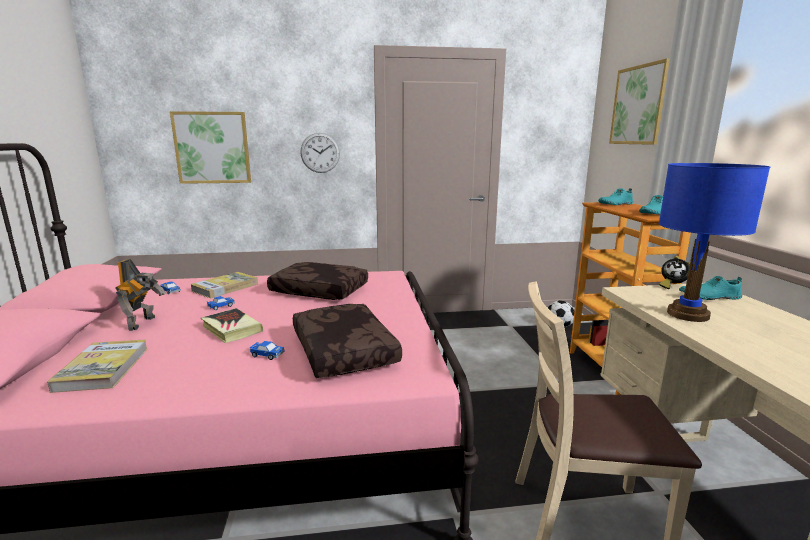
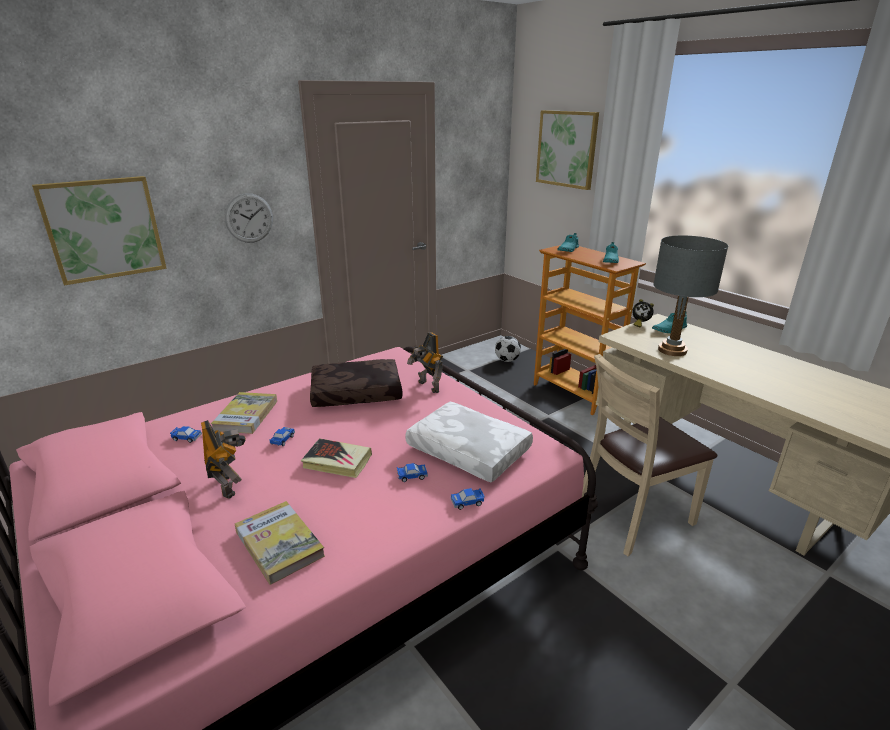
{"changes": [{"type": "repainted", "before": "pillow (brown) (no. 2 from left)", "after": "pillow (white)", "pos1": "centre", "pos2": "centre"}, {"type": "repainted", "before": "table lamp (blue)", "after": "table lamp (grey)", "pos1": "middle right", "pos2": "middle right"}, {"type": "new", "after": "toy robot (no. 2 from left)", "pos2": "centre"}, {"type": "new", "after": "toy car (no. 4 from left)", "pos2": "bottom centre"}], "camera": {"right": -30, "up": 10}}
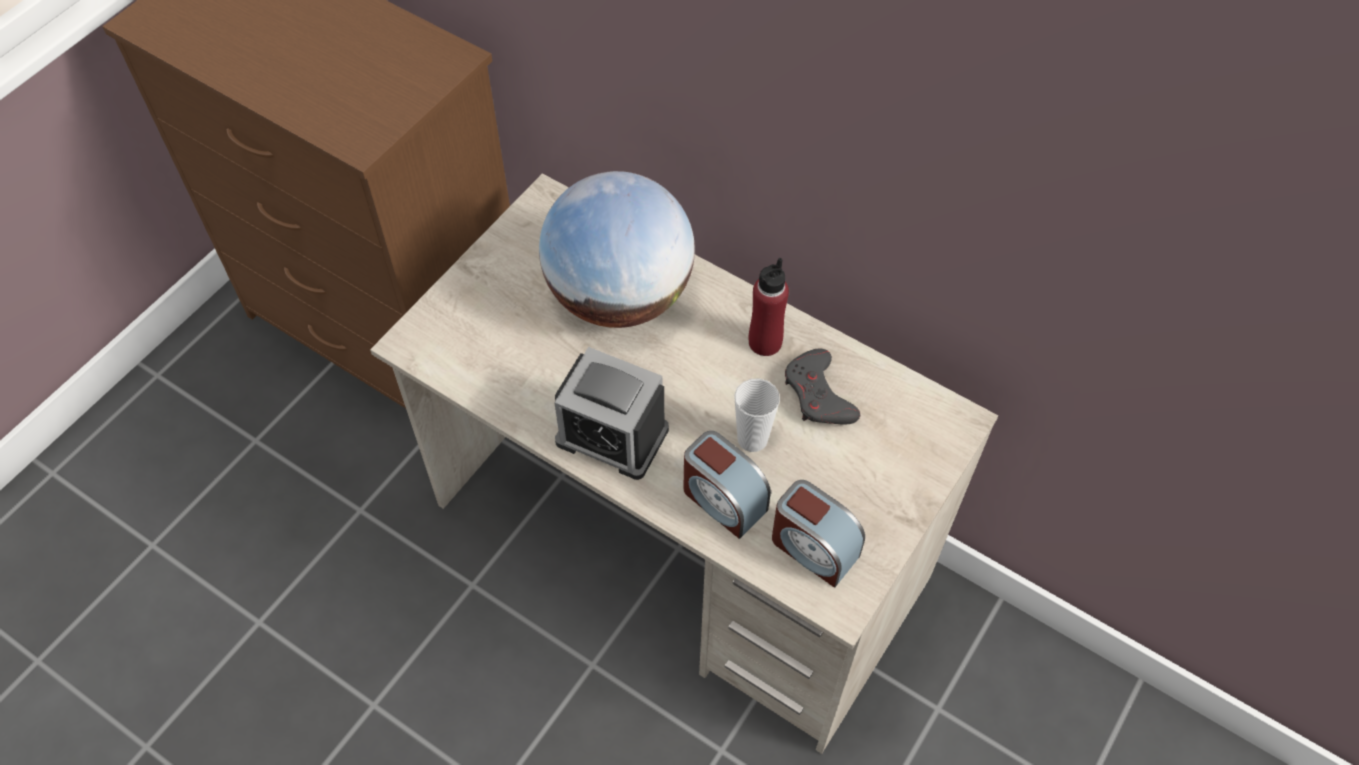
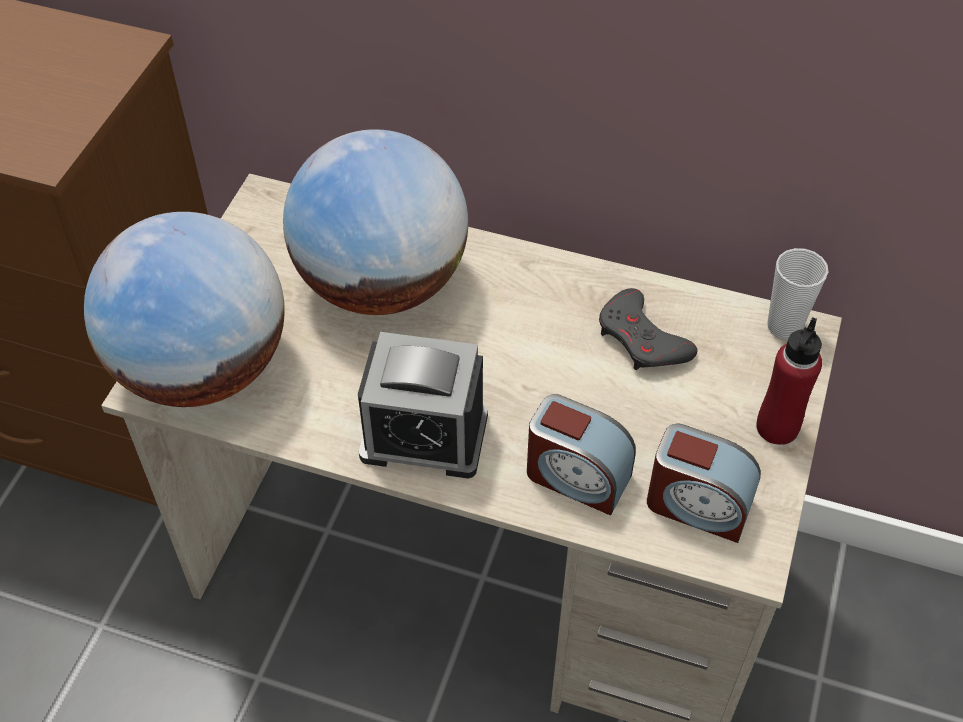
{"changes": [{"type": "shifted", "before": "cup", "pos1": "centre", "pos2": "middle right"}, {"type": "shifted", "before": "bottle (red)", "pos1": "centre", "pos2": "middle right"}, {"type": "new", "after": "globe (no. 1 from left)", "pos2": "middle left"}], "camera": {"right": -15, "up": -5}}
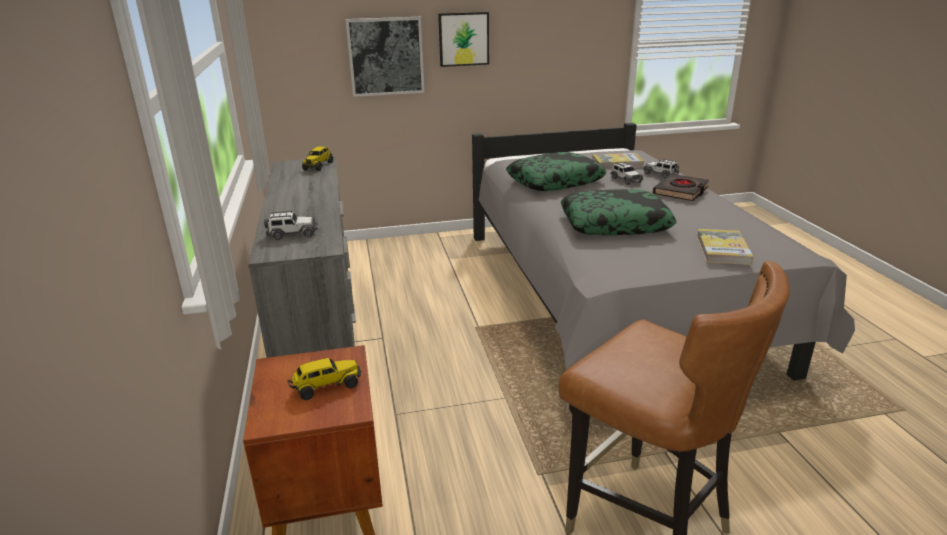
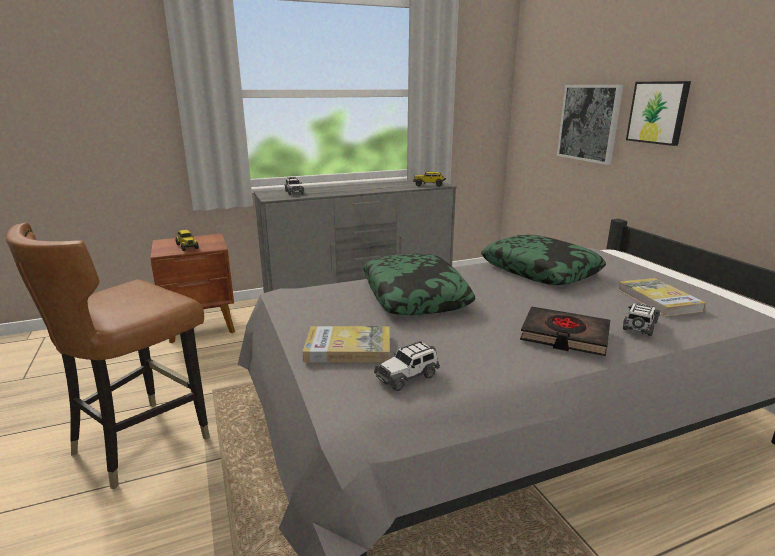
{"changes": [{"type": "shifted", "before": "toy car (no. 2 from left)", "pos1": "top centre", "pos2": "centre"}], "camera": {"right": 80, "up": -5}}
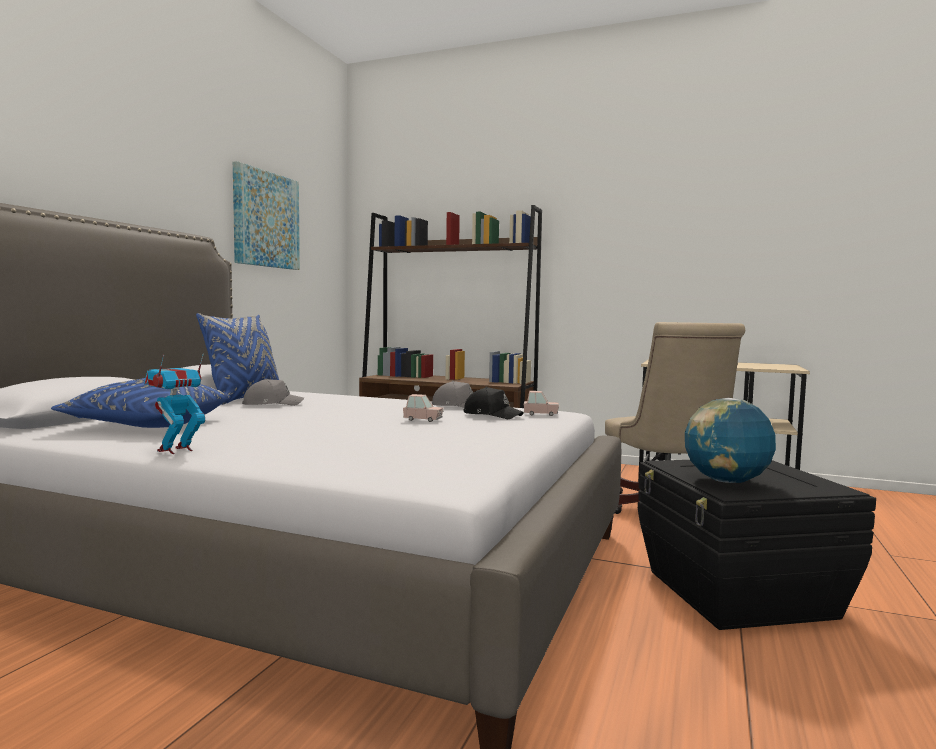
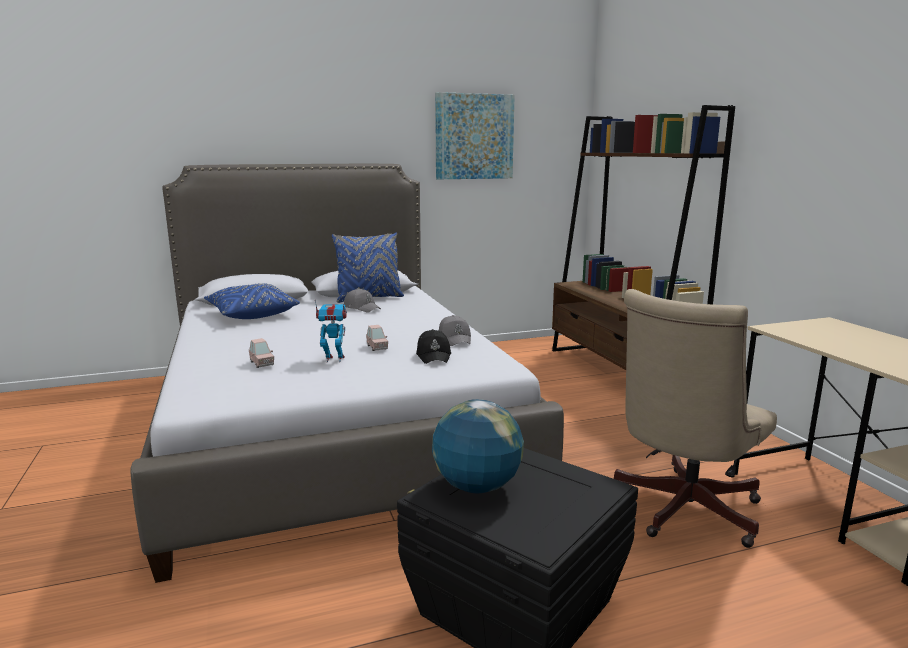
{"changes": [{"type": "shifted", "before": "toy robot", "pos1": "middle left", "pos2": "centre"}, {"type": "shifted", "before": "toy car (pink) (no. 2 from left in the first image)", "after": "toy car (pink) (no. 1 from left)", "pos1": "centre", "pos2": "middle left"}], "camera": {"right": 50, "up": 10}}
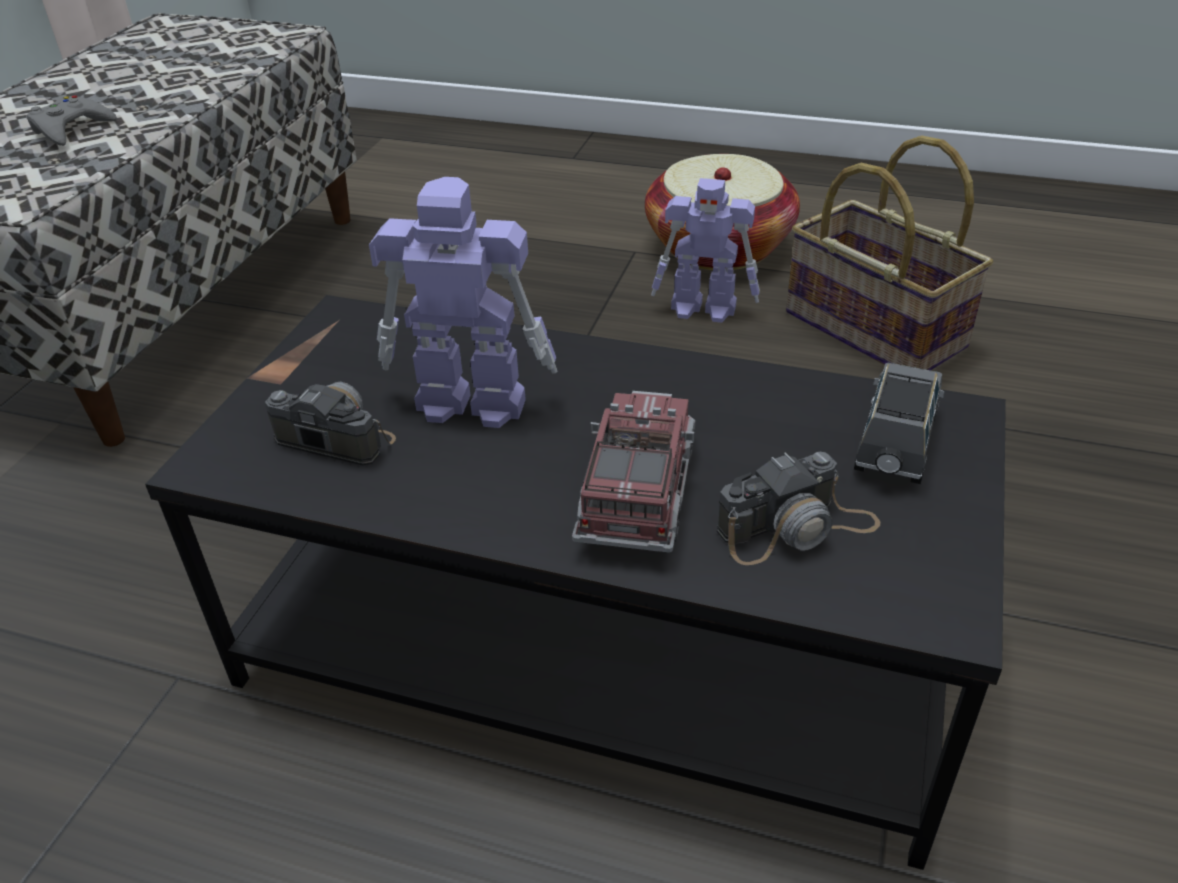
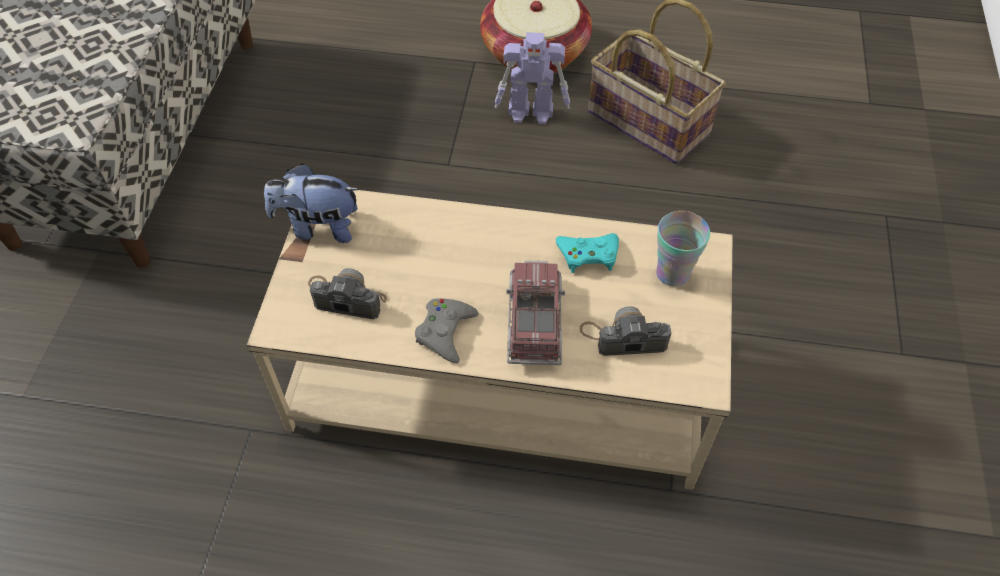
{"changes": [{"type": "shifted", "before": "game controller (grey)", "pos1": "top left", "pos2": "centre"}, {"type": "repainted", "before": "coffee table (black)", "after": "coffee table (beige)", "pos1": "centre", "pos2": "centre"}, {"type": "gone", "before": "toy robot (no. 1 from left)", "pos1": "centre"}, {"type": "rotated", "before": "photo camera (no. 2 from left)", "pos1": "middle right", "pos2": "centre", "turn": -150}, {"type": "swapped", "before": "toy car (grey)", "after": "cup", "pos1": "middle right", "pos2": "middle right"}, {"type": "new", "after": "plush toy", "pos2": "middle left"}, {"type": "new", "after": "game controller (turquoise)", "pos2": "centre"}], "camera": {"right": -10, "up": 15}}
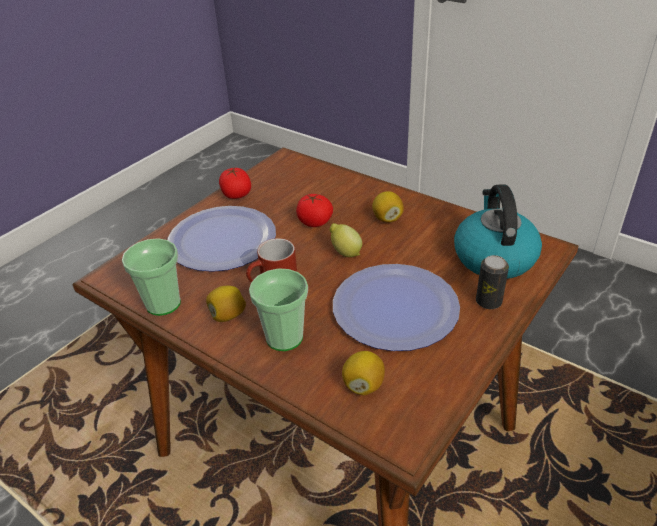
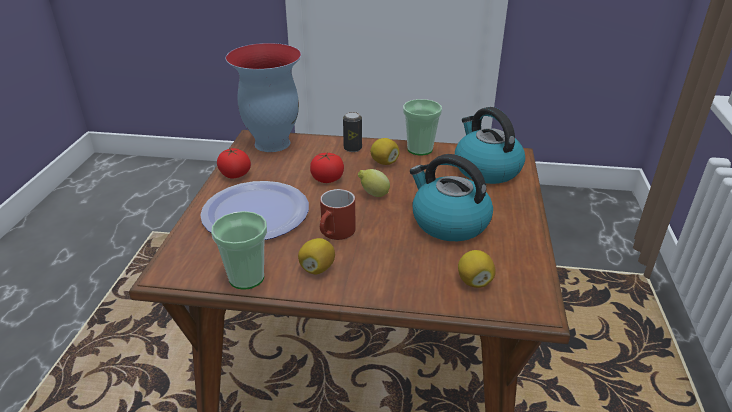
{"changes": [{"type": "shifted", "before": "cup (no. 2 from left)", "pos1": "centre", "pos2": "top centre"}, {"type": "swapped", "before": "plate (no. 2 from left)", "after": "kettle (no. 1 from left)", "pos1": "centre", "pos2": "centre"}, {"type": "shifted", "before": "can", "pos1": "middle right", "pos2": "top centre"}, {"type": "new", "after": "vase", "pos2": "top centre"}], "camera": {"right": -30, "up": -5}}
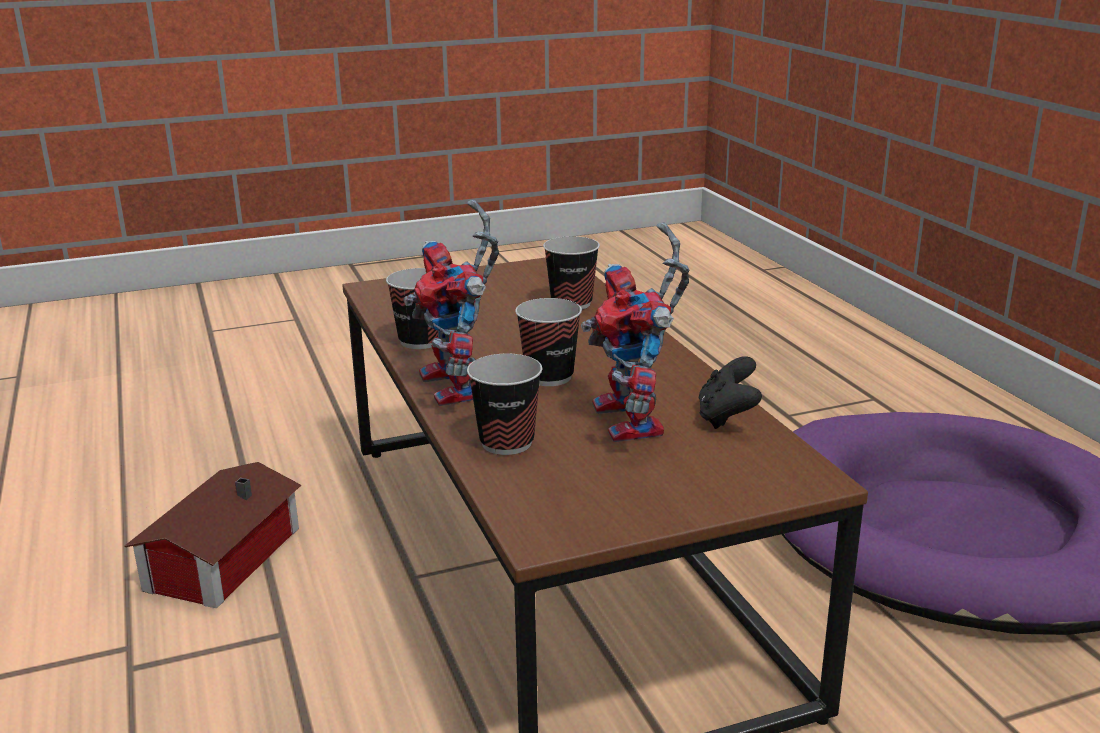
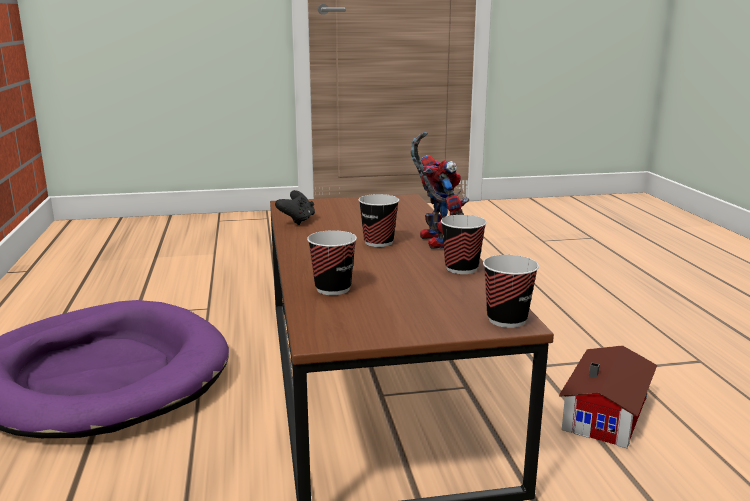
{"changes": [{"type": "shifted", "before": "cup (no. 2 from left in the first image)", "after": "cup (no. 4 from left)", "pos1": "centre", "pos2": "middle right"}, {"type": "gone", "before": "toy robot (no. 2 from left)", "pos1": "centre"}], "camera": {"right": -170, "up": -5}}
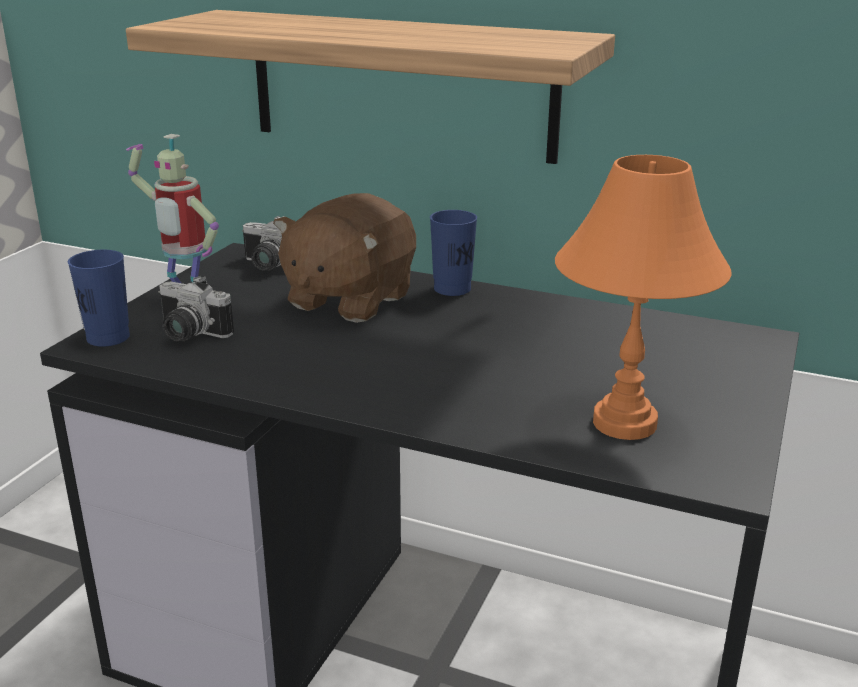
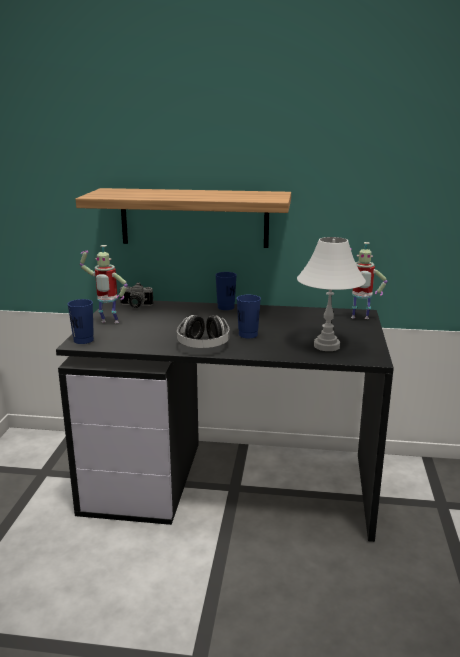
{"changes": [{"type": "gone", "before": "photo camera (no. 1 from left)", "pos1": "middle left"}, {"type": "gone", "before": "plush toy (brown)", "pos1": "centre"}, {"type": "repainted", "before": "table lamp (orange)", "after": "table lamp (white)", "pos1": "middle right", "pos2": "middle right"}, {"type": "new", "after": "headphones", "pos2": "centre"}, {"type": "new", "after": "cup (blue) (no. 3 from left)", "pos2": "centre"}, {"type": "new", "after": "toy robot (no. 2 from left)", "pos2": "middle right"}], "camera": {"right": -15, "up": -5}}
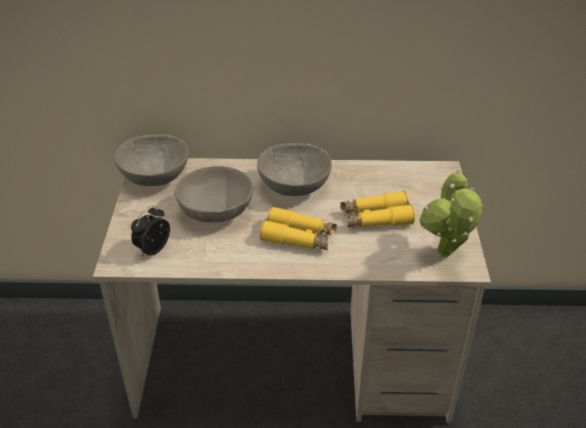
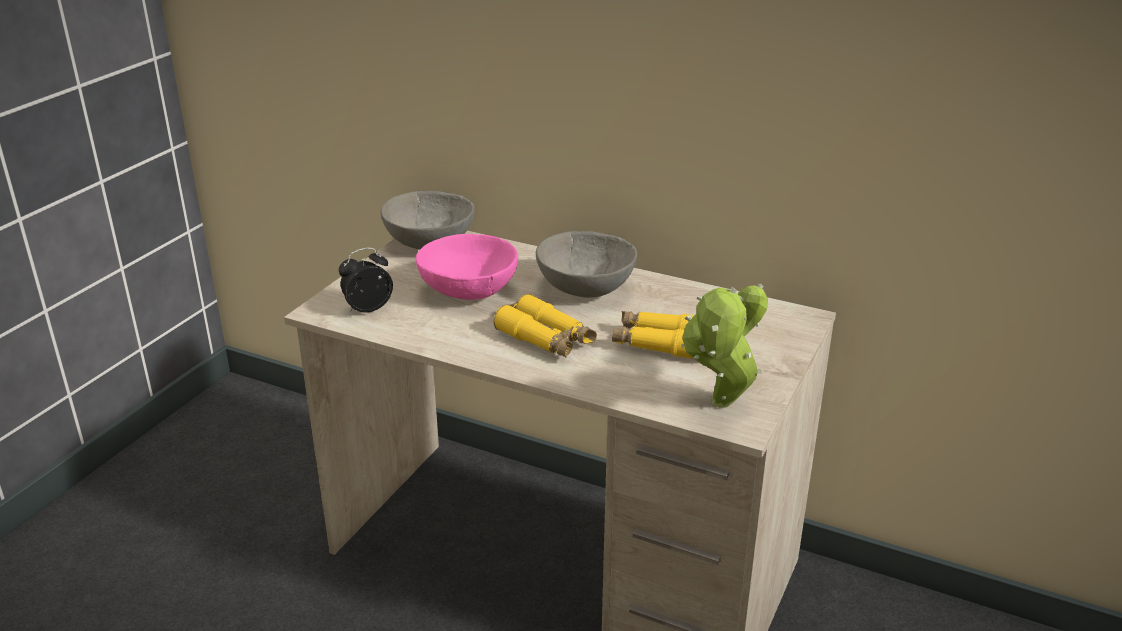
{"changes": [{"type": "repainted", "before": "bowl (grey) (no. 2 from left)", "after": "bowl (pink)", "pos1": "centre", "pos2": "centre"}], "camera": {"right": 25, "up": -10}}
